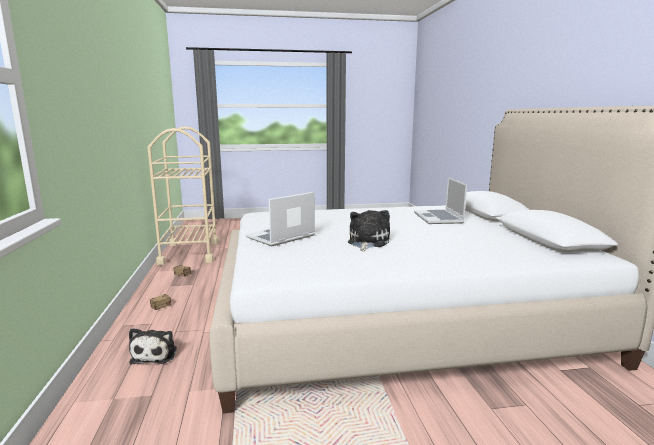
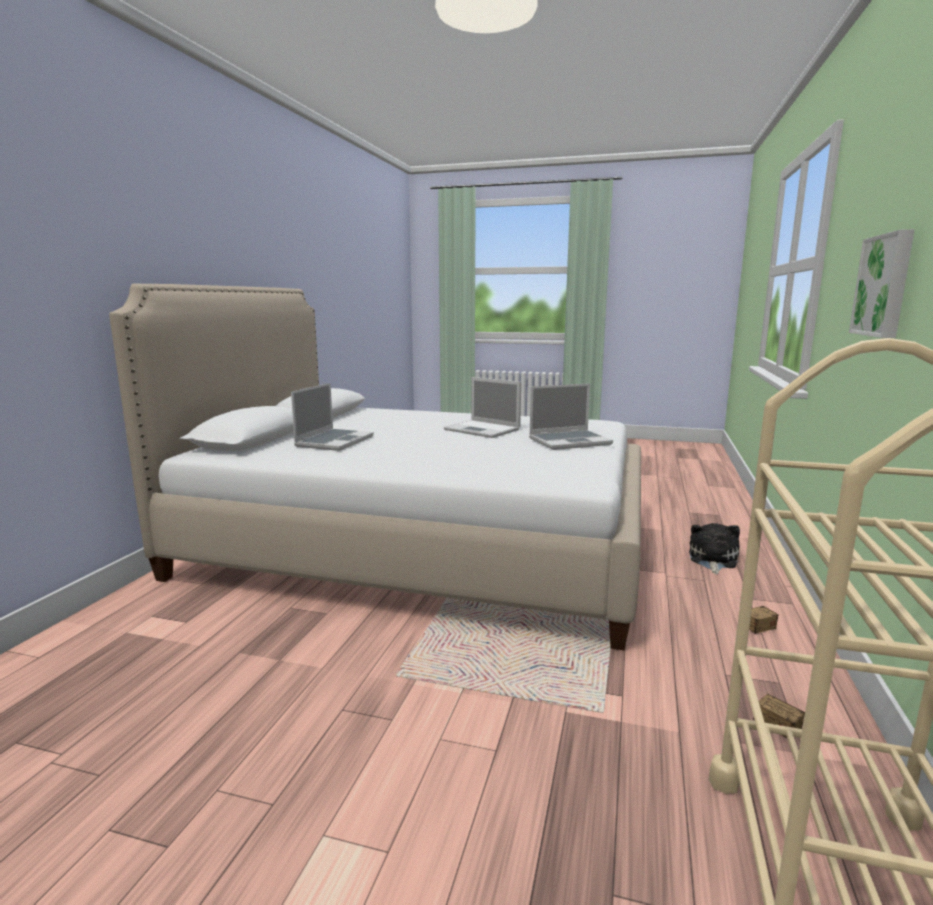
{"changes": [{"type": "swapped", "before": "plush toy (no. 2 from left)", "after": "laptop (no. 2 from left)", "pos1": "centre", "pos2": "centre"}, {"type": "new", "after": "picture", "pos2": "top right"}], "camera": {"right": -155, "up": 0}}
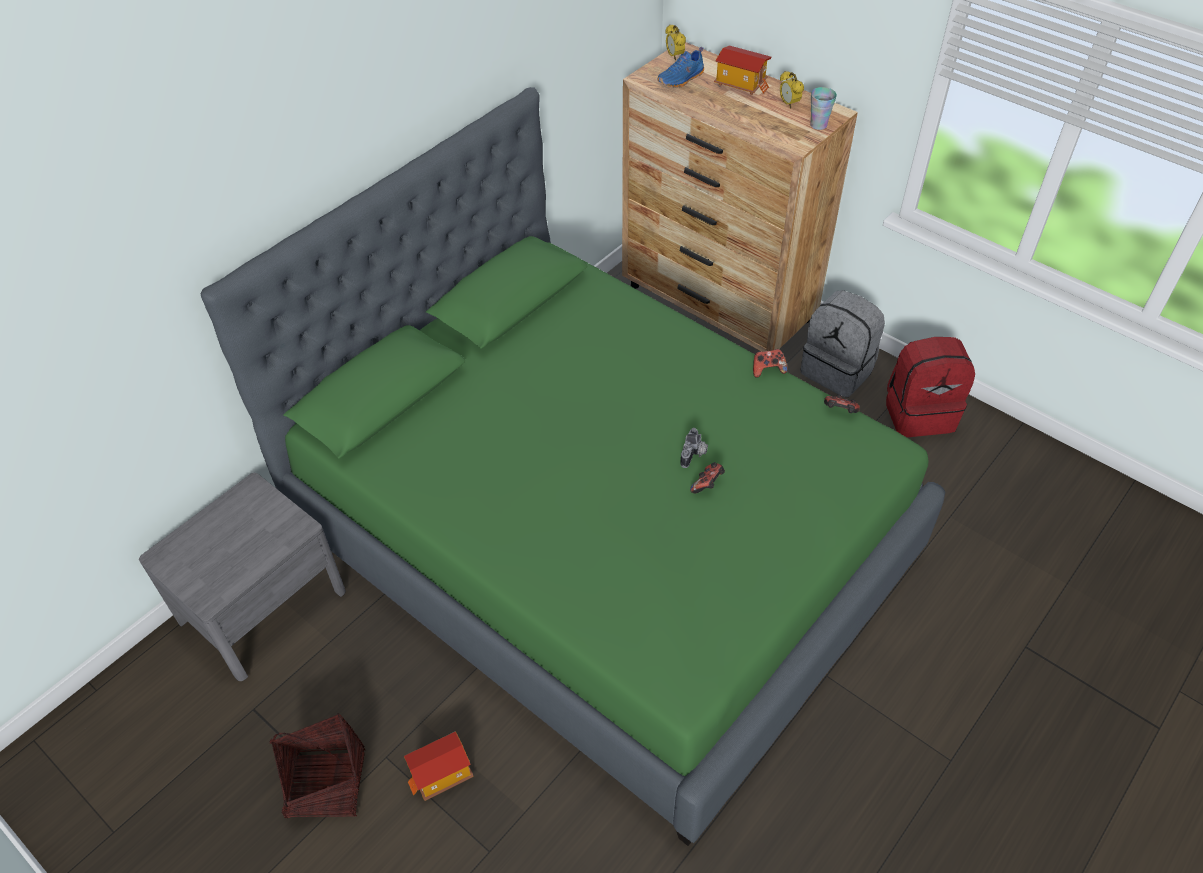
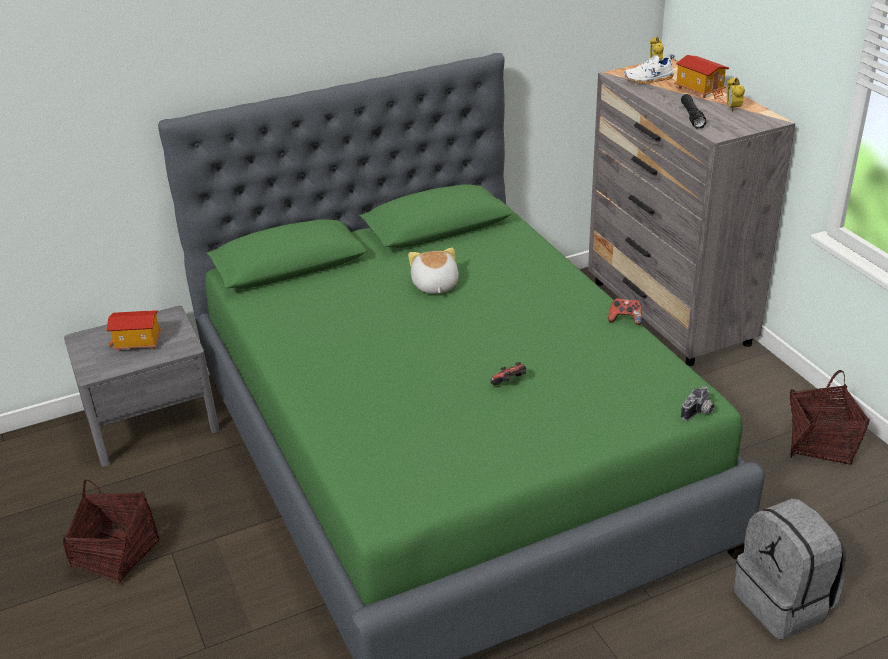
{"changes": [{"type": "shifted", "before": "toy house (no. 1 from left)", "pos1": "bottom centre", "pos2": "middle left"}, {"type": "repainted", "before": "dresser (brown)", "after": "dresser (grey)", "pos1": "top centre", "pos2": "top right"}, {"type": "repainted", "before": "shoe (blue)", "after": "shoe (white)", "pos1": "top centre", "pos2": "top right"}, {"type": "shifted", "before": "photo camera", "pos1": "centre", "pos2": "middle right"}, {"type": "shifted", "before": "backpack (grey)", "pos1": "middle right", "pos2": "bottom right"}, {"type": "gone", "before": "cup", "pos1": "top right"}, {"type": "gone", "before": "game controller (no. 3 from left)", "pos1": "middle right"}, {"type": "swapped", "before": "backpack (red)", "after": "basket (no. 2 from left)", "pos1": "middle right", "pos2": "middle right"}, {"type": "new", "after": "plush toy", "pos2": "centre"}, {"type": "new", "after": "flashlight (black)", "pos2": "top right"}], "camera": {"right": 25, "up": -15}}
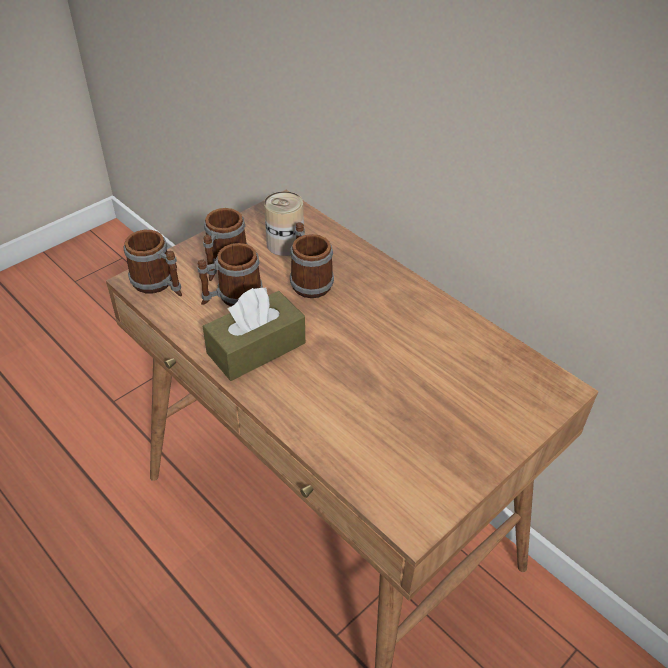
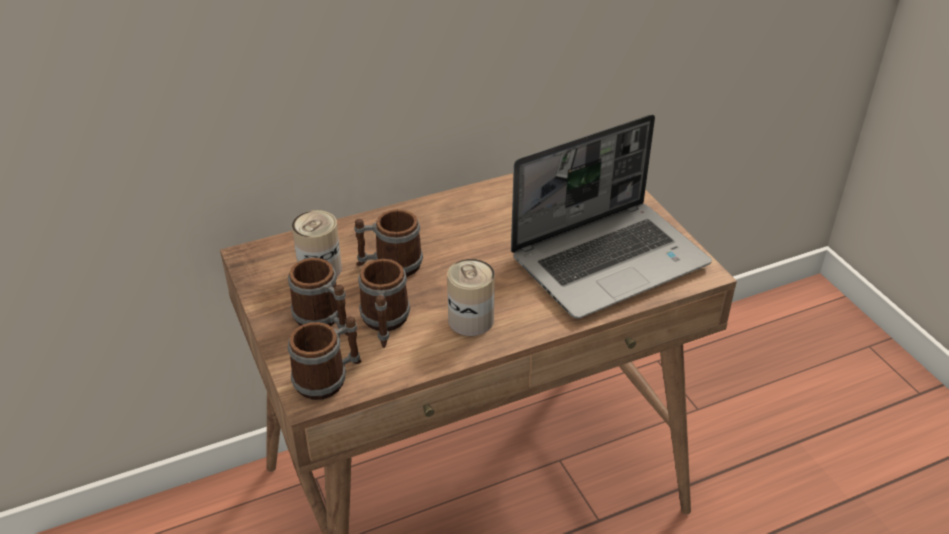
{"changes": [{"type": "swapped", "before": "tissue box (brown)", "after": "can (no. 2 from left)", "pos1": "centre", "pos2": "centre"}, {"type": "new", "after": "laptop", "pos2": "centre"}], "camera": {"right": -70, "up": -5}}
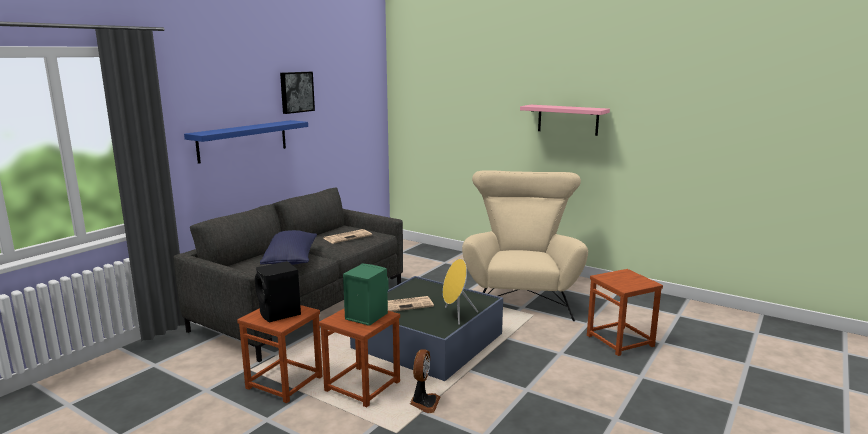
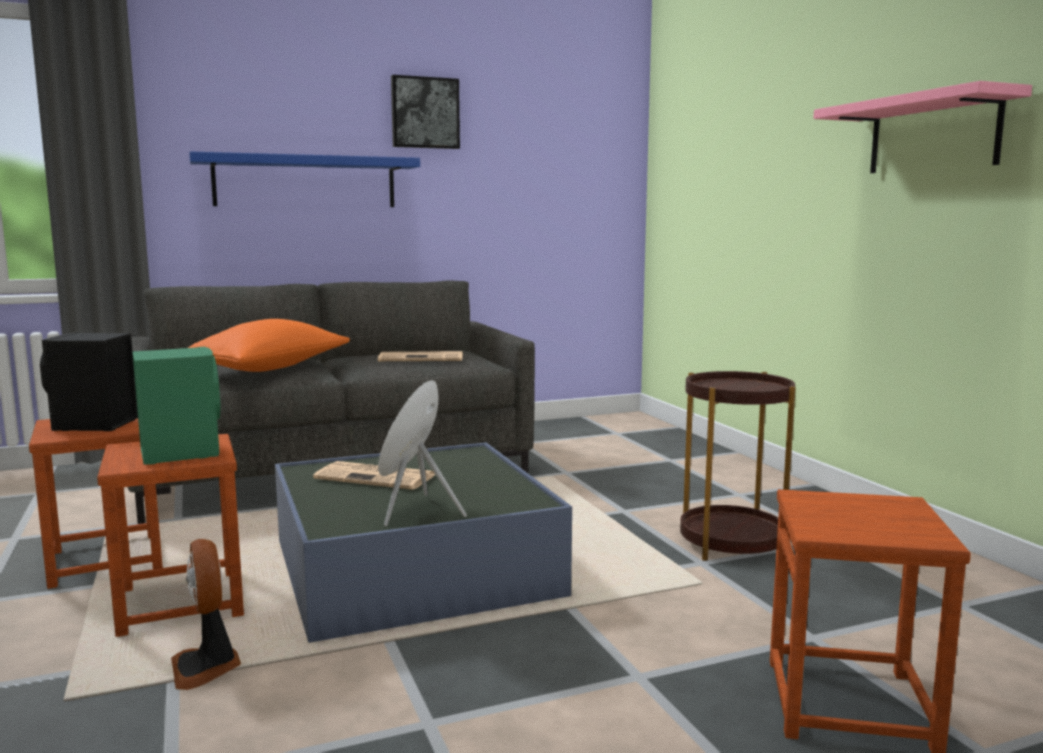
{"changes": [{"type": "repainted", "before": "pillow (blue)", "after": "pillow (orange)", "pos1": "middle left", "pos2": "middle left"}, {"type": "rotated", "before": "fan", "pos1": "bottom centre", "pos2": "bottom left", "turn": 105}, {"type": "swapped", "before": "armchair (beige)", "after": "side table (brown)", "pos1": "centre", "pos2": "middle right"}], "camera": {"right": 35, "up": -5}}
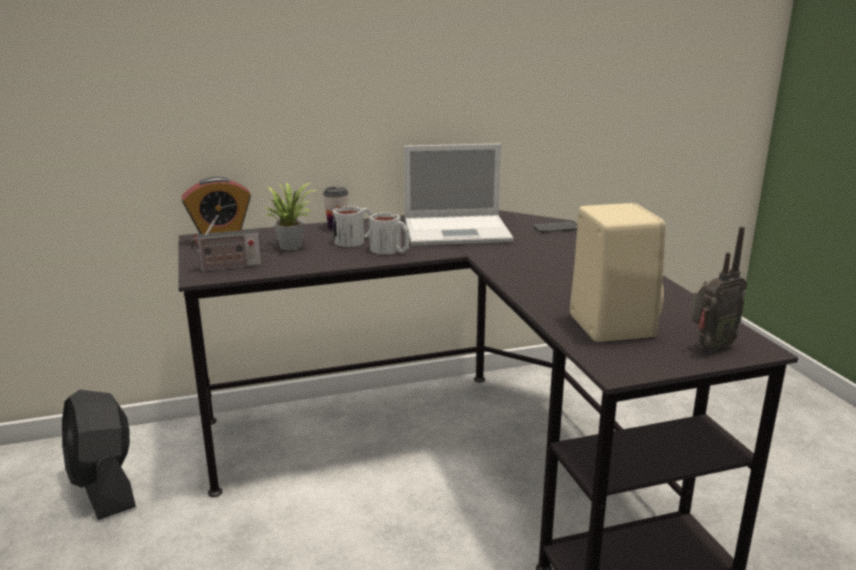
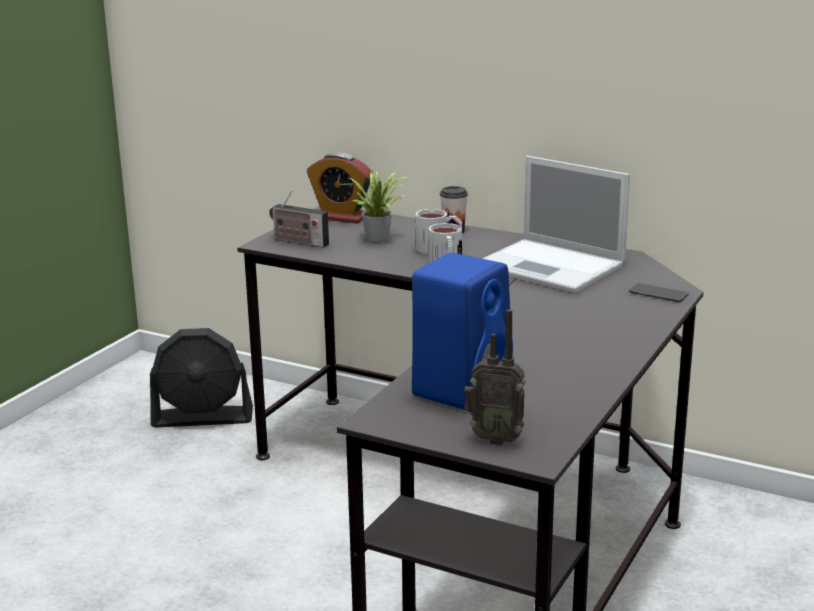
{"changes": [{"type": "rotated", "before": "fan (black)", "pos1": "bottom left", "pos2": "middle left", "turn": -105}, {"type": "repainted", "before": "speaker (beige)", "after": "speaker (blue)", "pos1": "middle right", "pos2": "centre"}], "camera": {"right": 45, "up": 0}}
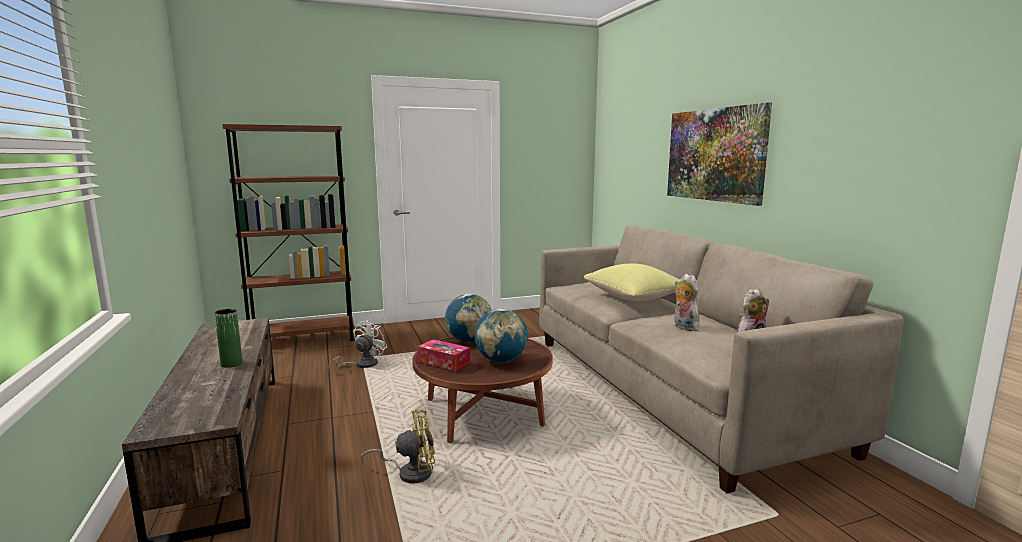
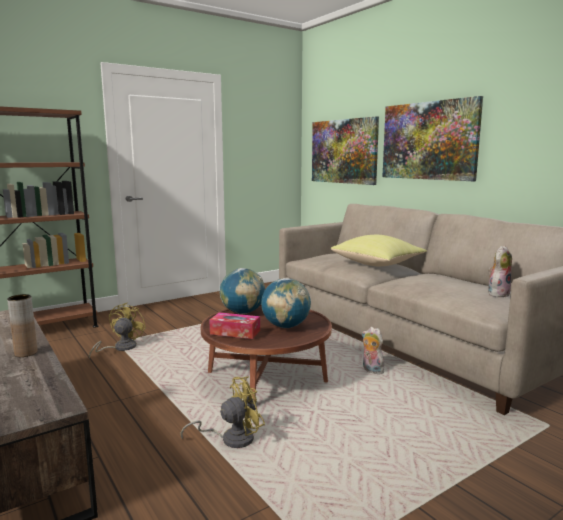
{"changes": [{"type": "repainted", "before": "vase (green)", "after": "vase (brown)", "pos1": "middle left", "pos2": "middle left"}, {"type": "repainted", "before": "fan (white)", "after": "fan (yellow) (no. 1 from left)", "pos1": "centre", "pos2": "middle left"}, {"type": "shifted", "before": "plush toy (no. 1 from left)", "pos1": "middle right", "pos2": "bottom centre"}, {"type": "new", "after": "picture (no. 1 from left)", "pos2": "top centre"}], "camera": {"right": -15, "up": 0}}
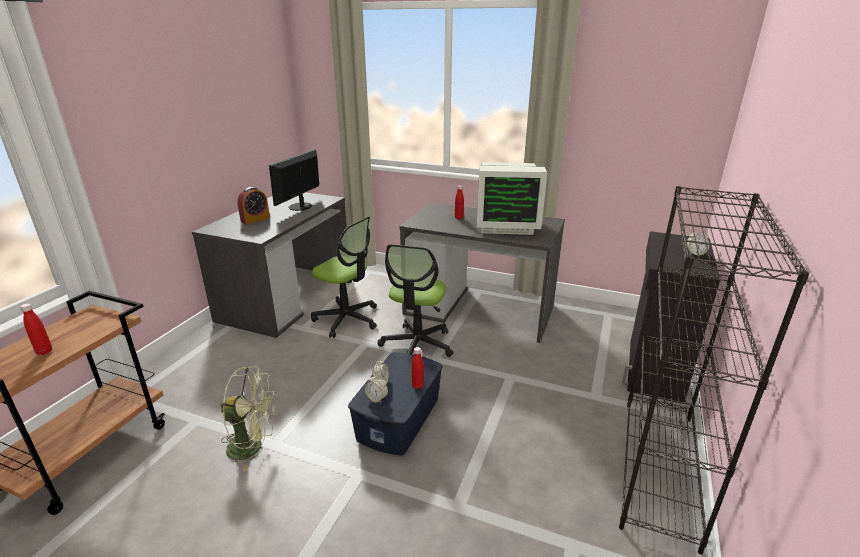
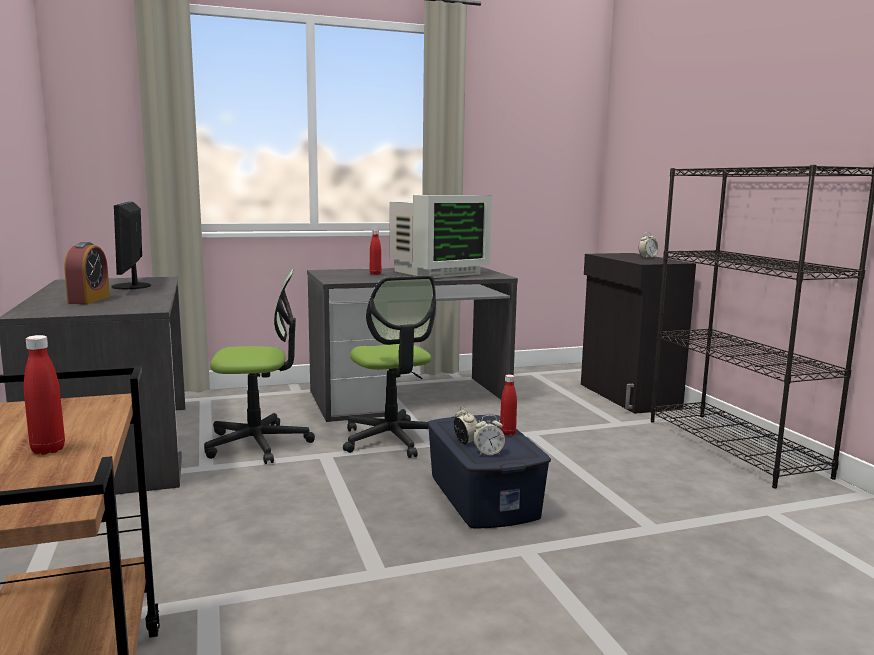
{"changes": [{"type": "gone", "before": "fan (green)", "pos1": "bottom left"}], "camera": {"right": -40, "up": -15}}
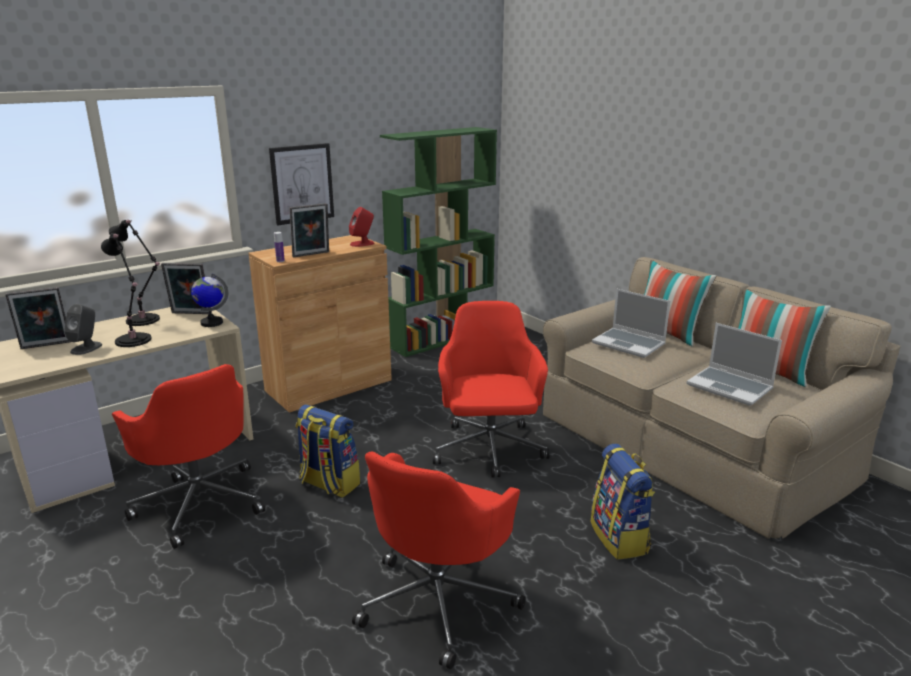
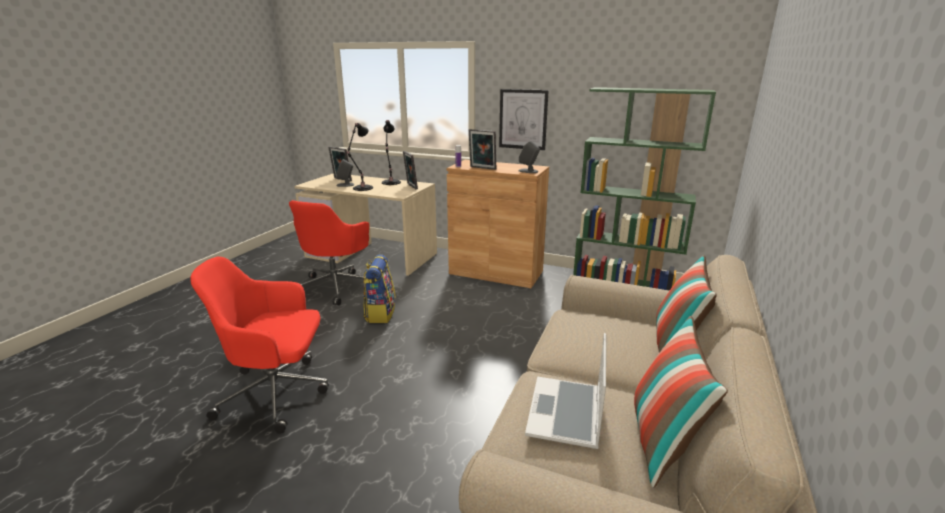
{"changes": [{"type": "gone", "before": "globe", "pos1": "middle left"}, {"type": "repainted", "before": "speaker (red)", "after": "speaker (grey) (no. 2 from left)", "pos1": "centre", "pos2": "top centre"}, {"type": "gone", "before": "office chair (red) (no. 3 from left)", "pos1": "centre"}, {"type": "gone", "before": "backpack (no. 2 from left)", "pos1": "bottom right"}, {"type": "gone", "before": "laptop (no. 1 from left)", "pos1": "middle right"}], "camera": {"right": 60, "up": 0}}
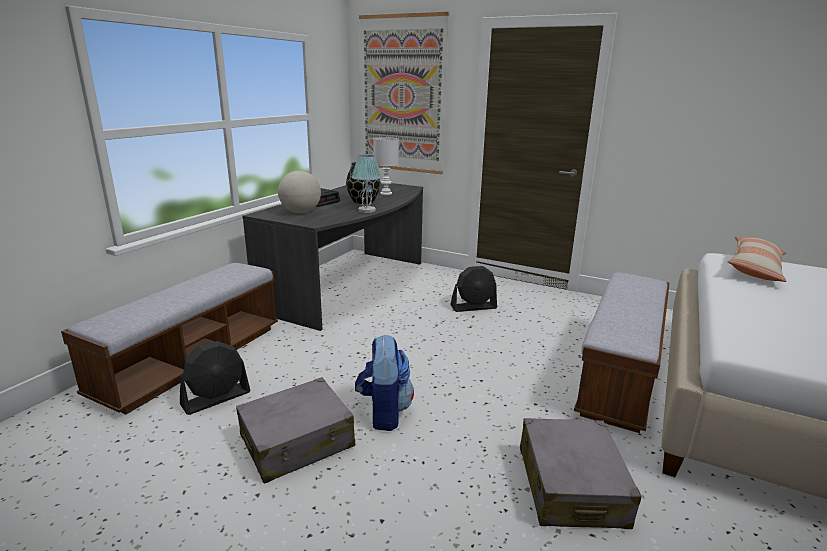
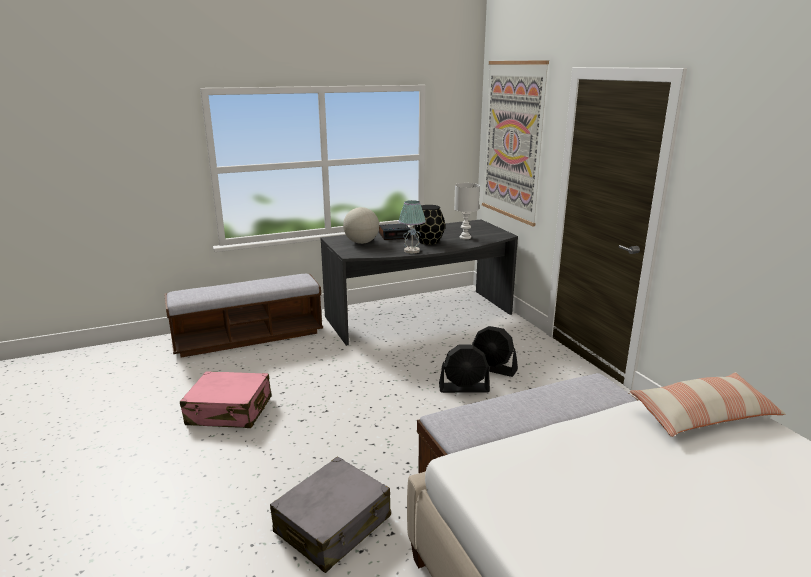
{"changes": [{"type": "shifted", "before": "fan (black) (no. 1 from left)", "pos1": "bottom left", "pos2": "centre"}, {"type": "repainted", "before": "suitcase (grey) (no. 1 from left)", "after": "suitcase (pink)", "pos1": "bottom centre", "pos2": "bottom left"}, {"type": "gone", "before": "backpack", "pos1": "bottom centre"}], "camera": {"right": 40, "up": 0}}
